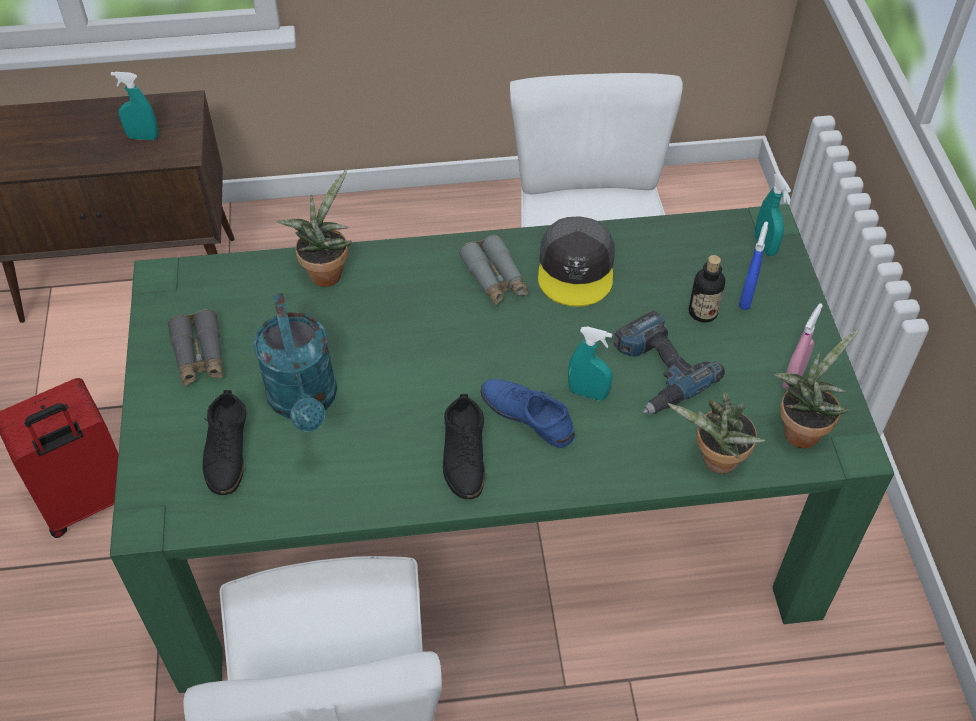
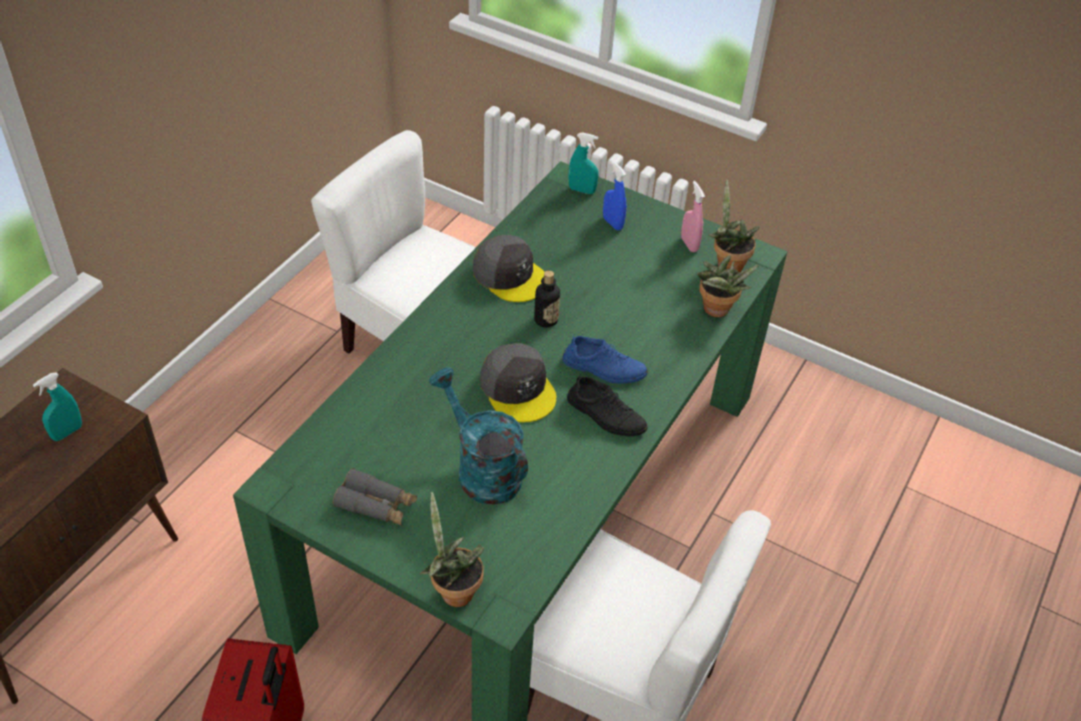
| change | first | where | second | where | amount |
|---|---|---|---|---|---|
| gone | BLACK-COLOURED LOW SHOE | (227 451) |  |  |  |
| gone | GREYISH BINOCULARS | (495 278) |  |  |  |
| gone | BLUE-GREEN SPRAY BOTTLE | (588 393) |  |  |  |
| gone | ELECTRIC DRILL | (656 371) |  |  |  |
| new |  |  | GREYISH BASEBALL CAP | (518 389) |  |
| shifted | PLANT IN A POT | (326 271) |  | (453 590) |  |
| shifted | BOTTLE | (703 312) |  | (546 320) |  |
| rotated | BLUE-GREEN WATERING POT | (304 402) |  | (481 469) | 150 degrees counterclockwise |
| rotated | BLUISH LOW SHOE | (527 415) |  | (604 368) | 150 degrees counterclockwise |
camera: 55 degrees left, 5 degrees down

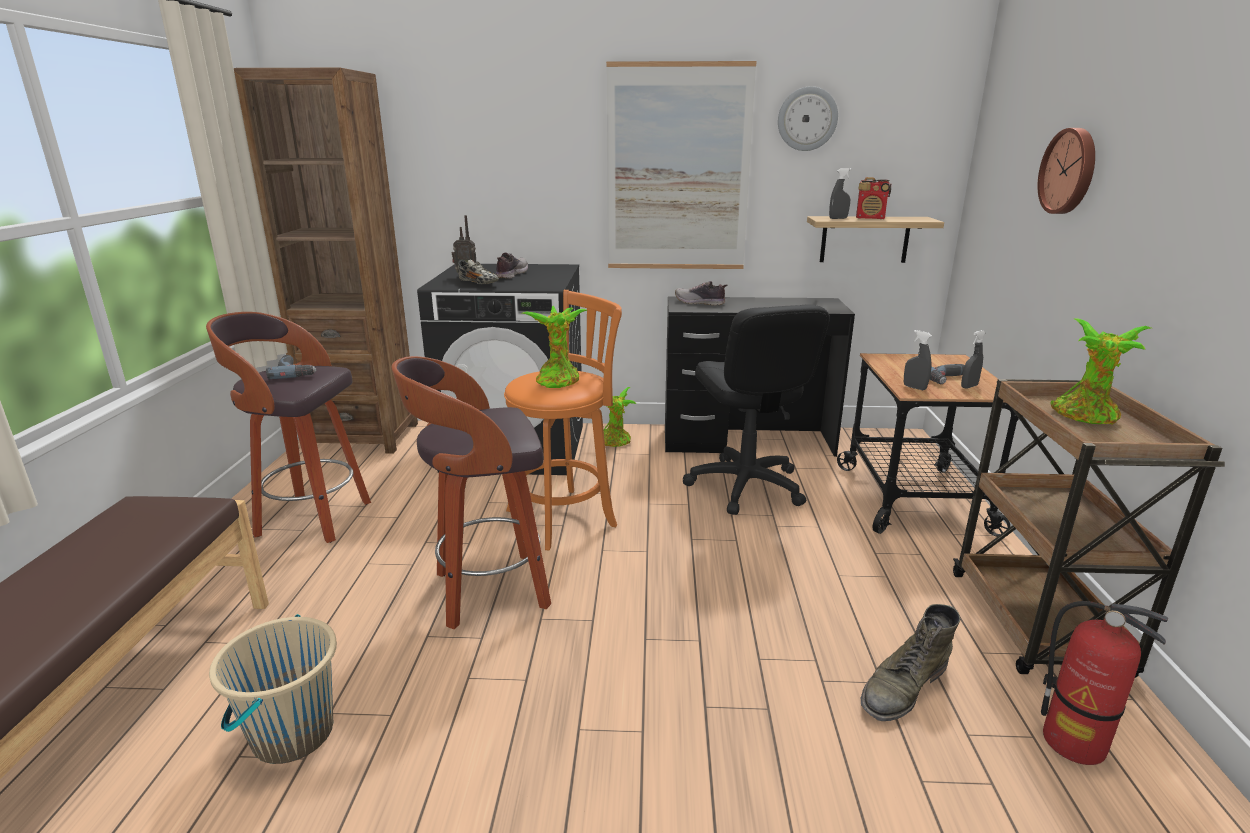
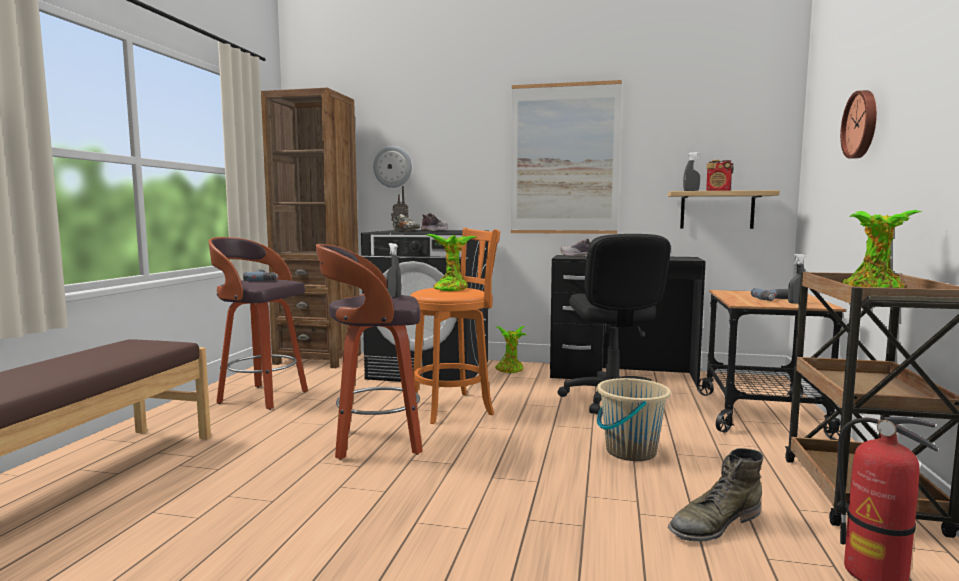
| change | first | where | second | where | amount |
|---|---|---|---|---|---|
| shifted | SAND-COLOURED PAIL | (292 734) |  | (630 451) |  |
| shifted | CLOCK ON THE WALL | (807 119) |  | (393 167) |  |
| shifted | GREYISH SPRAY BOTTLE | (914 387) |  | (394 296) |  |
camera: 10 degrees right, 15 degrees down

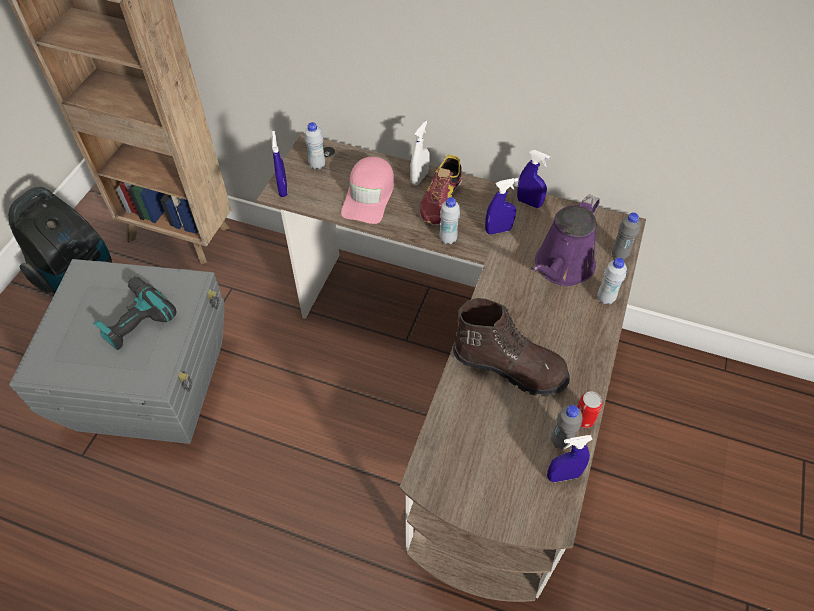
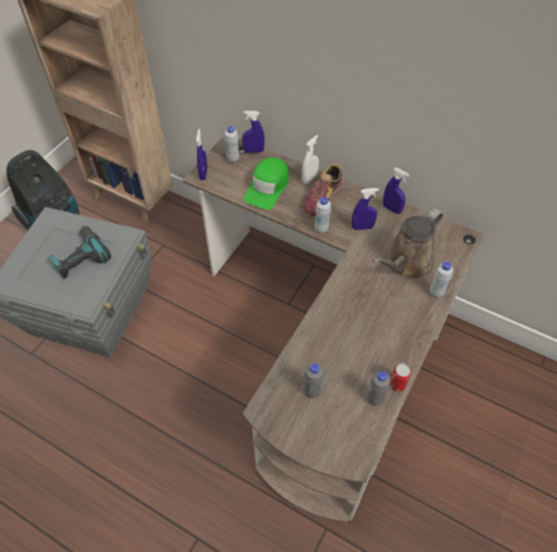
| change | first | where | second | where | amount |
|---|---|---|---|---|---|
| gone | BROWN TALL BOOT | (509 366) |  |  |  |
| shifted | BLUISH SPRAY BOTTLE | (563 476) |  | (253 151) |  |
| shifted | GREYISH BOTTLE | (619 254) |  | (312 391) |  |
| repainted | PINKISH BASEBALL CAP | (369 195) | GREEN BASEBALL CAP | (267 187) |  |
| repainted | PURPLE-COLOURED WATERING POT | (561 267) | BROWN WATERING POT | (406 263) |  |
camera: 10 degrees right, 0 degrees up

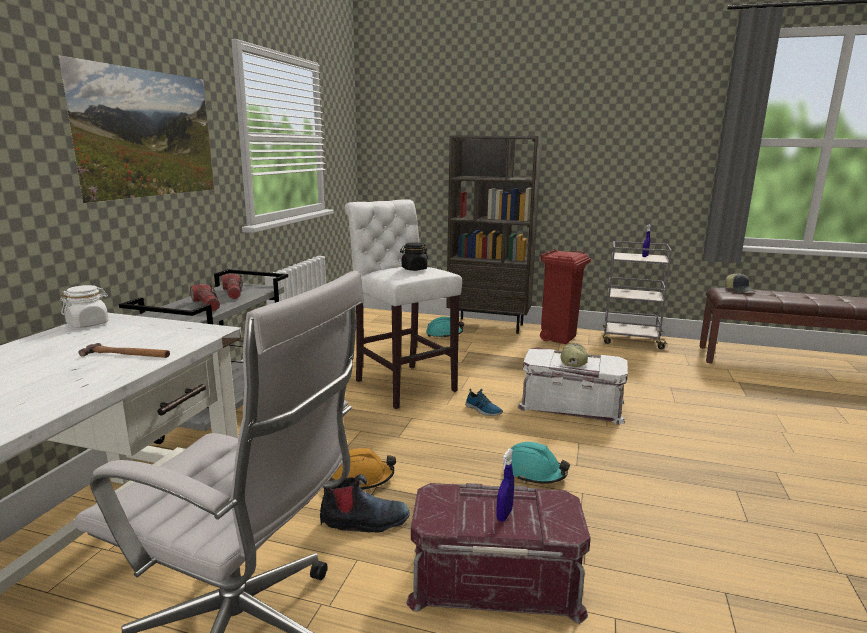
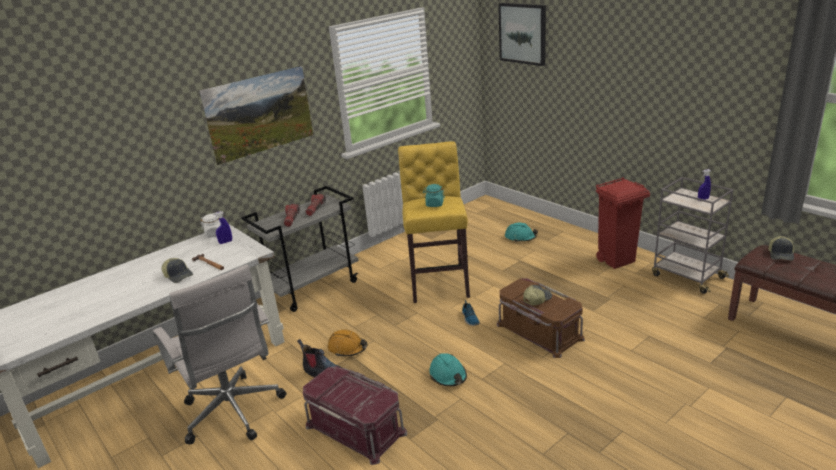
| change | first | where | second | where | amount |
|---|---|---|---|---|---|
| gone | BROWN BOOKCASE | (489 325) |  |  |  |
| new |  |  | BASEBALL CAP | (178 275) |  |
| new |  |  | WALL ART | (523 33) |  |
| shifted | BLUISH SPRAY BOTTLE | (504 515) |  | (225 242) |  |
| repainted | WHITISH STOOL SEAT | (402 384) | YELLOW-COLOURED STOOL SEAT | (439 282) |  |
| repainted | BLACK-COLOURED JAR | (414 269) | BLUE-GREEN JAR | (434 204) |  |
| repainted | WHITISH STORAGE BIN | (571 406) | BROWN STORAGE BIN | (538 332) |  |
camera: 35 degrees right, 10 degrees up

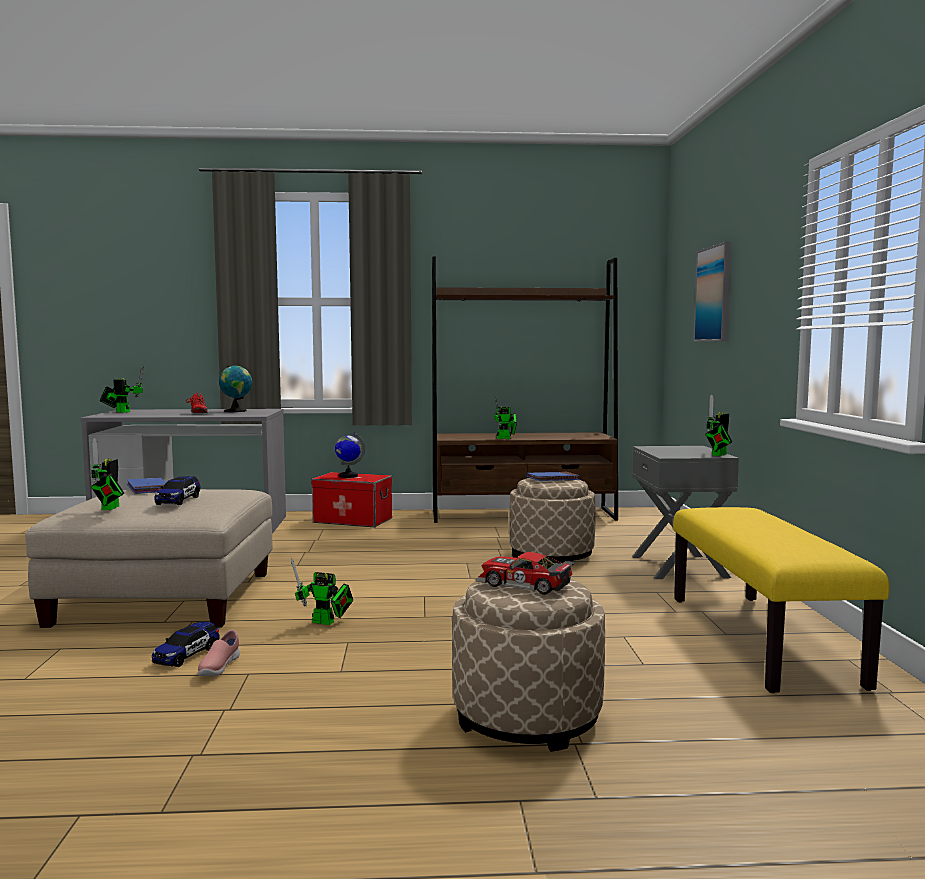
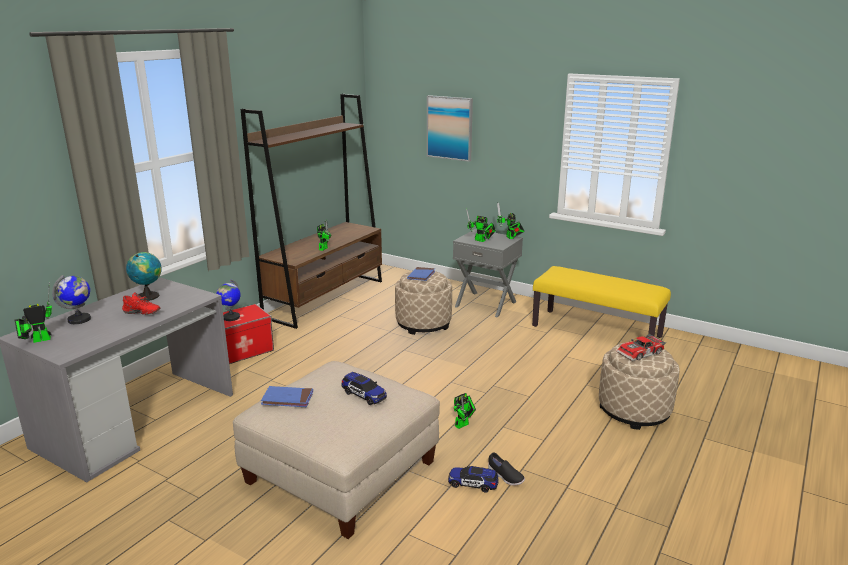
| change | first | where | second | where | amount |
|---|---|---|---|---|---|
| new |  |  | WORLD GLOBE | (79 320) |  |
| shifted | MODEL ROBOT | (108 508) |  | (481 240) |  |
| repainted | PINKISH LOW SHOE | (218 668) | BLACK-COLOURED LOW SHOE | (505 477) |  |
| rotated | TOY CAR | (186 655) |  | (473 484) | 135 degrees clockwise |
camera: 55 degrees left, 15 degrees up

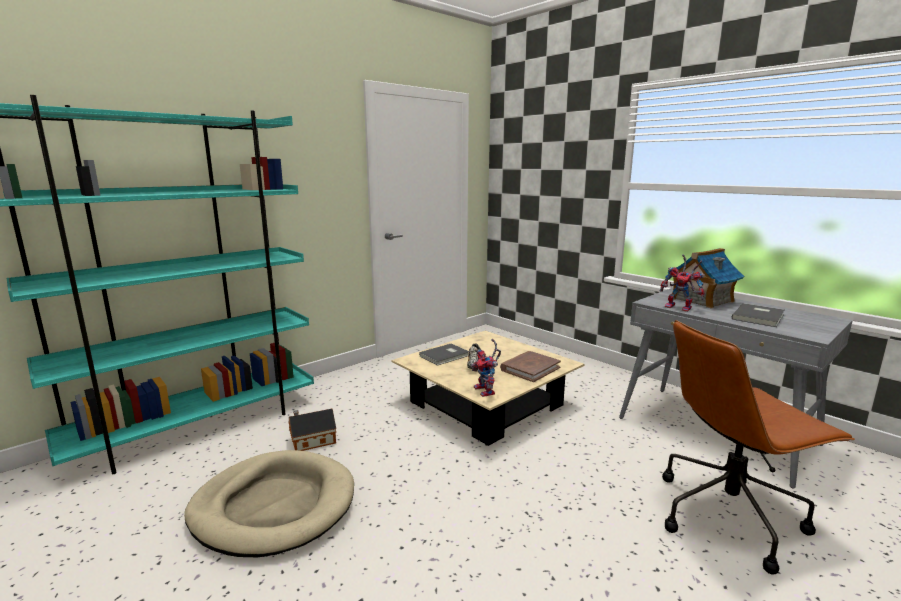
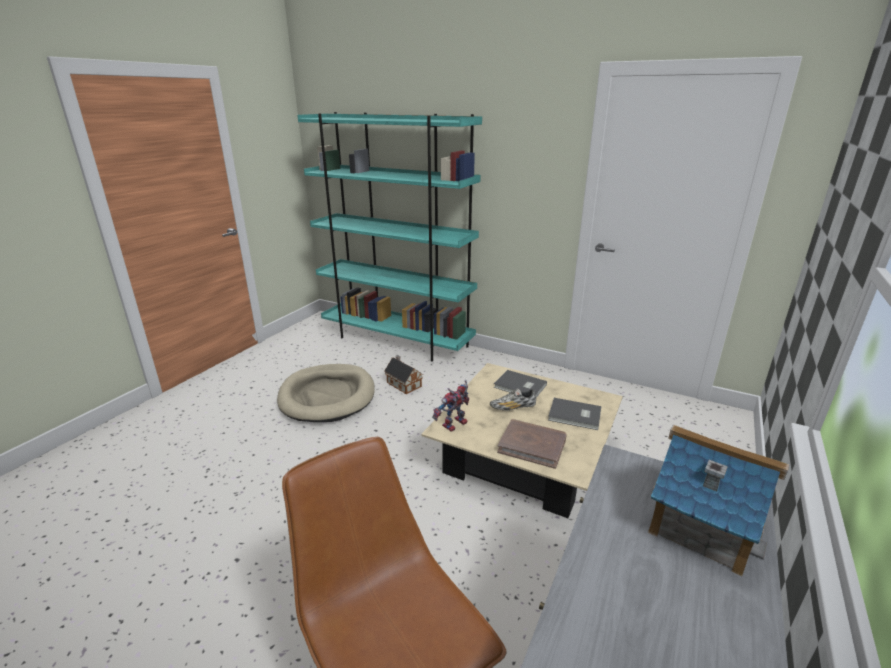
| change | first | where | second | where | amount |
|---|---|---|---|---|---|
| gone | MODEL ROBOT | (681 308) |  |  |  |
| shifted | GREYISH BOUND BOOK | (759 317) |  | (575 416) |  |
camera: 70 degrees right, 10 degrees up

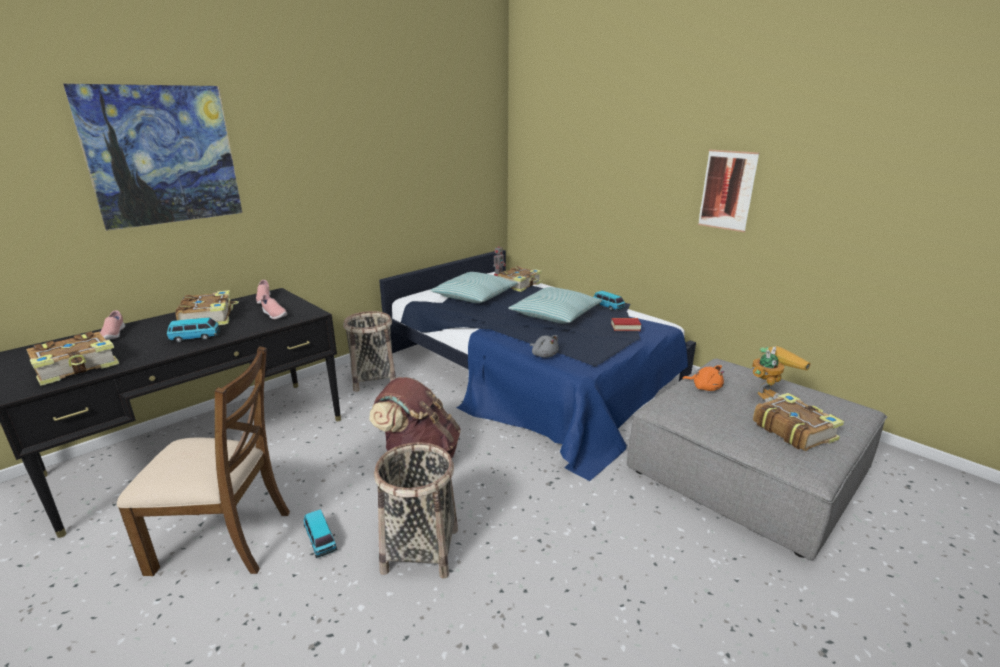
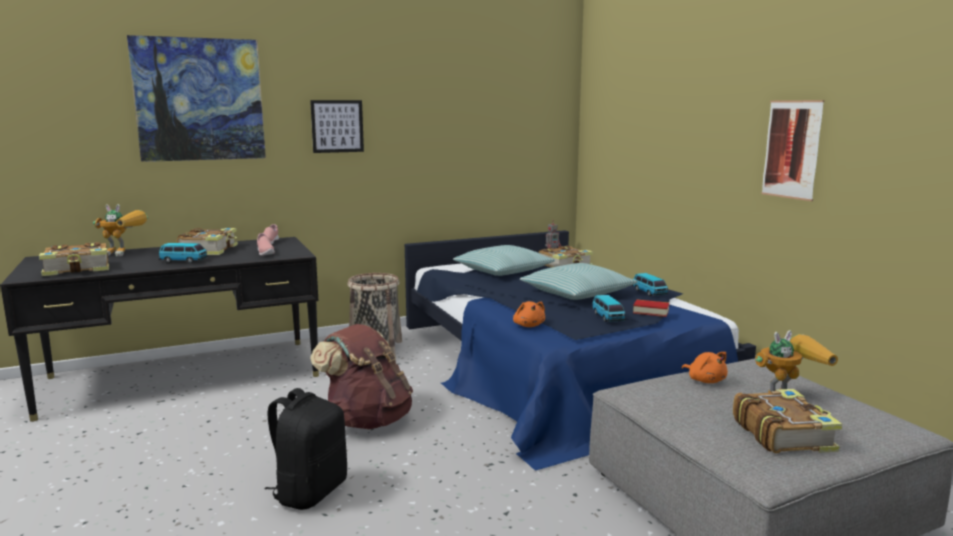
| change | first | where | second | where | amount |
|---|---|---|---|---|---|
| gone | BROWN UPRIGHT CHAIR | (224 540) |  |  |  |
| new |  |  | WALL ART | (337 126) |  |
| shifted | TOY CAR | (320 540) |  | (608 317) |  |
| swapped | PINKISH LOW SHOE | (113 335) | MODEL ROBOT | (125 254) |  |
| swapped | BASKET | (420 549) | BLACK-COLOURED RUCKSACK | (310 491) |  |
| repainted | GREYISH PLUSH TOY | (544 355) | ORANGE PLUSH TOY | (528 325) |  |
camera: 20 degrees right, 10 degrees down

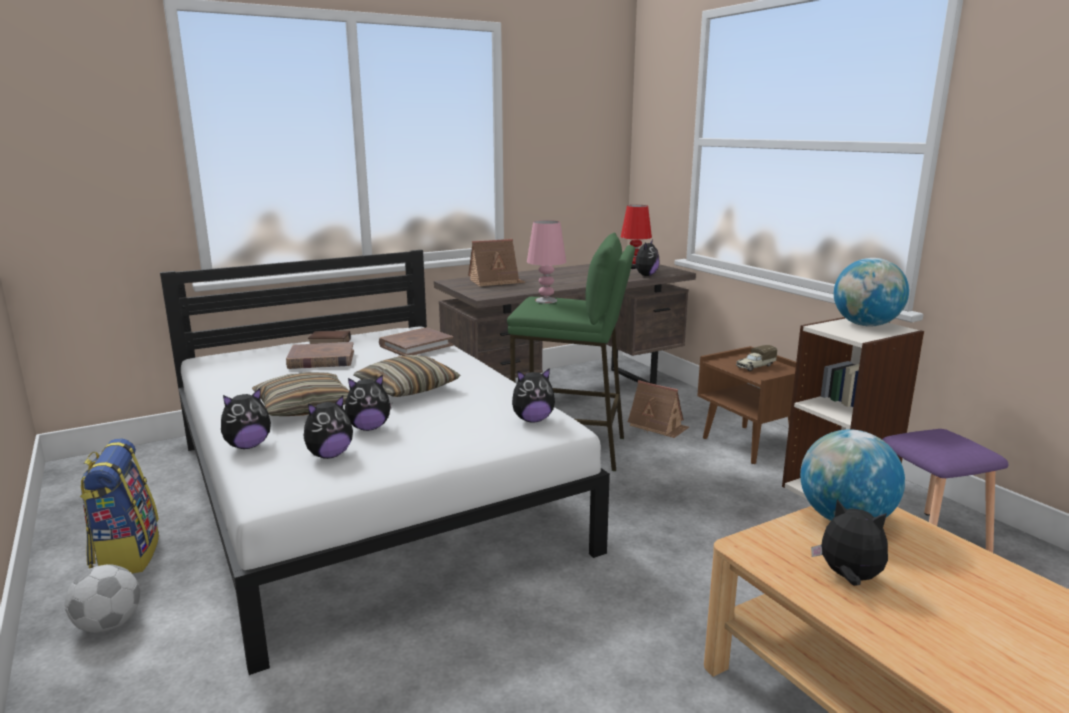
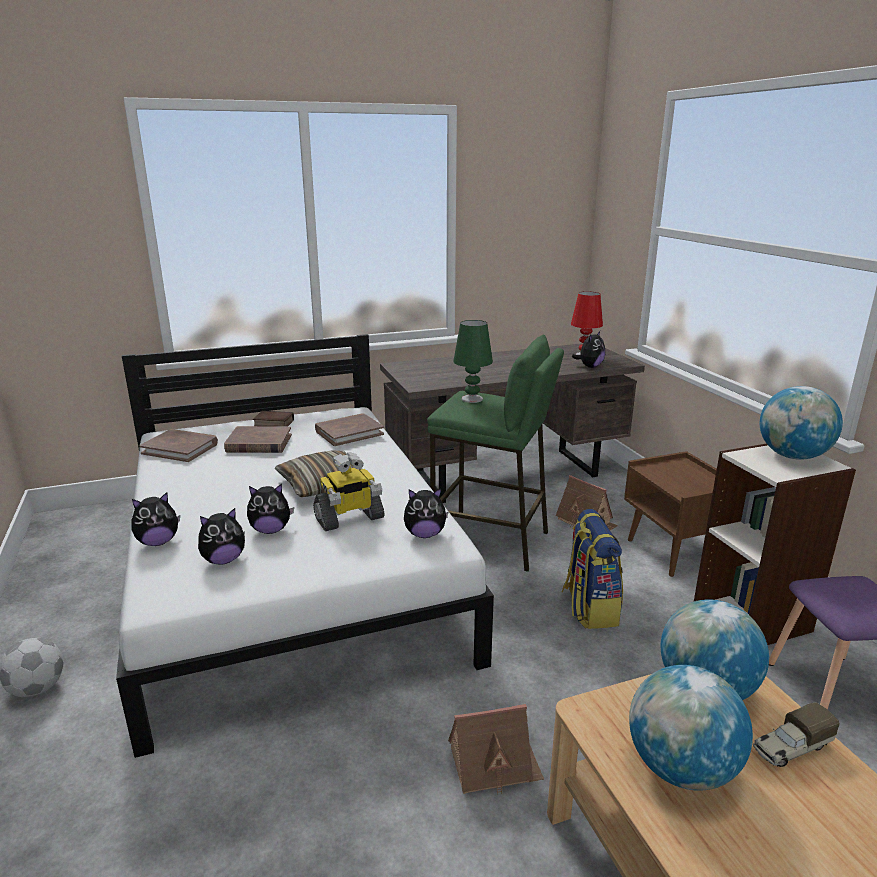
| change | first | where | second | where | amount |
|---|---|---|---|---|---|
| gone | PILLOW | (305 407) |  |  |  |
| new |  |  | BROWN BOUND BOOK | (180 448) |  |
| new |  |  | MODEL ROBOT | (349 518) |  |
| shifted | RUCKSACK | (126 555) |  | (589 608) |  |
| shifted | MINIATURE HOUSE | (496 281) |  | (494 764) |  |
| shifted | TOY LORRY | (755 367) |  | (790 748) |  |
| swapped | PLUSH TOY | (848 578) | WORLD GLOBE | (681 768) |  |
| repainted | PINKISH TABLE LAMP | (546 301) | GREEN TABLE LAMP | (472 399) |  |
camera: 10 degrees right, 5 degrees up

